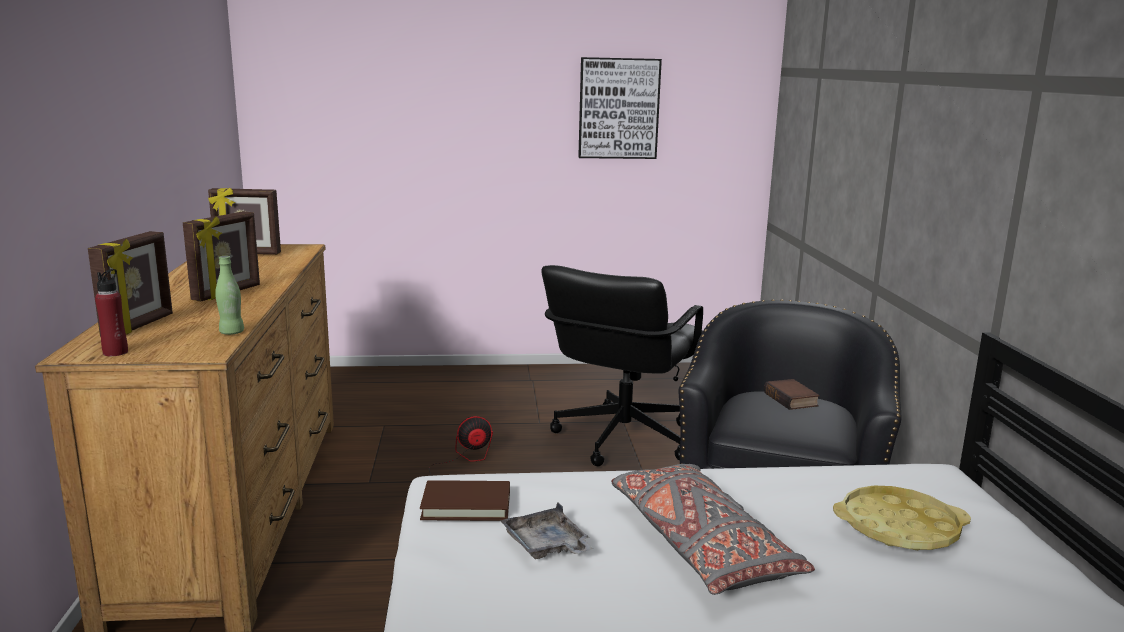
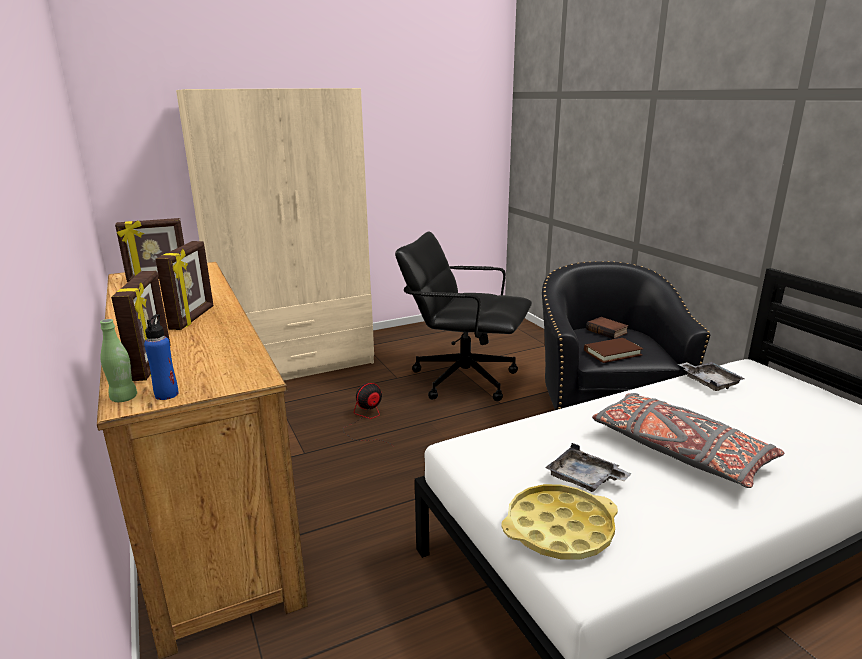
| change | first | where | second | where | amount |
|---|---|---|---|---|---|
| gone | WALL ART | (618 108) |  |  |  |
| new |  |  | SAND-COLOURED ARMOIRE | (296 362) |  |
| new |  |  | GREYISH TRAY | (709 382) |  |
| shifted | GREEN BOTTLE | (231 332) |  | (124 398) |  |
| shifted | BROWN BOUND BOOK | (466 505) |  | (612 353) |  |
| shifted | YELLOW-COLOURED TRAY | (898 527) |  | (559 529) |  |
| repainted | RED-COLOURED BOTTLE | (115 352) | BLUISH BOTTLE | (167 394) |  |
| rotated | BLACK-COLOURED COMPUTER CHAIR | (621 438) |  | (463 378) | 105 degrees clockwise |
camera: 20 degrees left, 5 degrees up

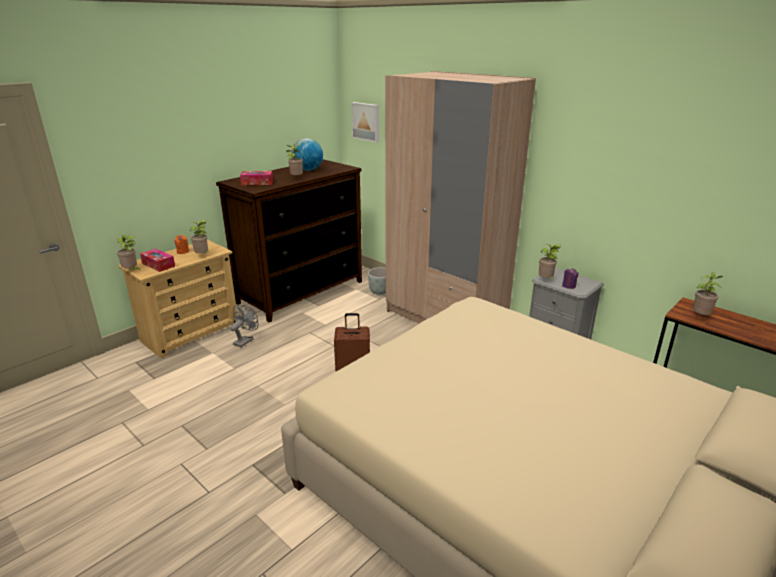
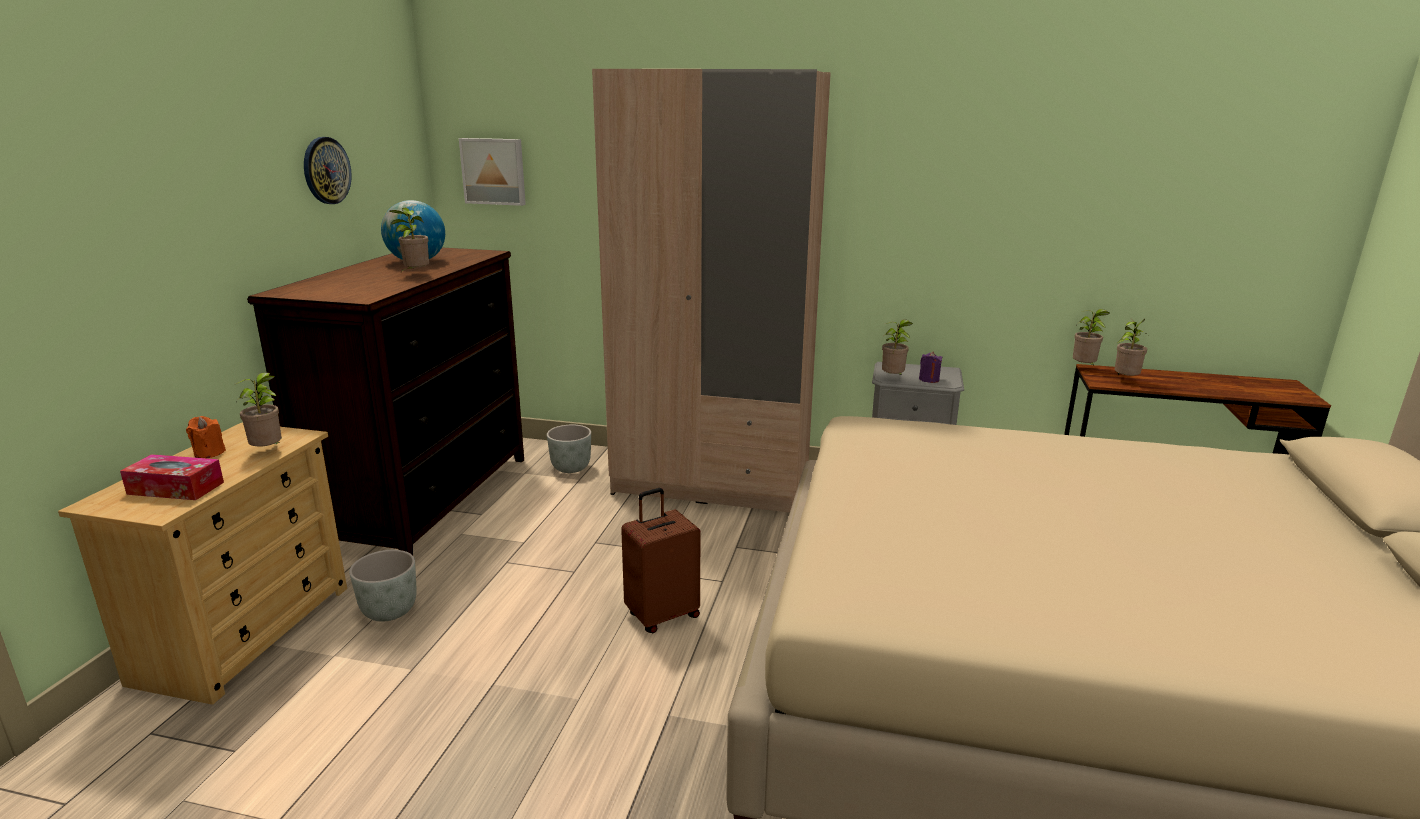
| change | first | where | second | where | amount |
|---|---|---|---|---|---|
| gone | TISSUE HOLDER | (257 183) |  |  |  |
| new |  |  | CLOCK ON THE WALL | (326 170) |  |
| shifted | PLANT IN A POT | (131 271) |  | (1084 368) |  |
| swapped | GREYISH COOLING FAN | (245 340) | GREYISH PLANT POT | (388 612) |  |
camera: 30 degrees left, 5 degrees down

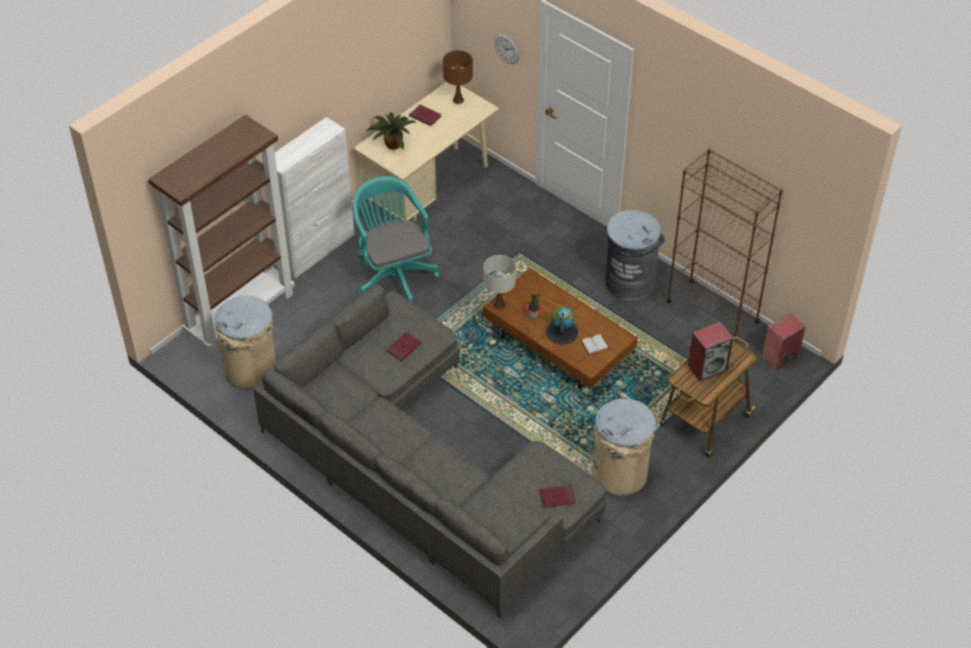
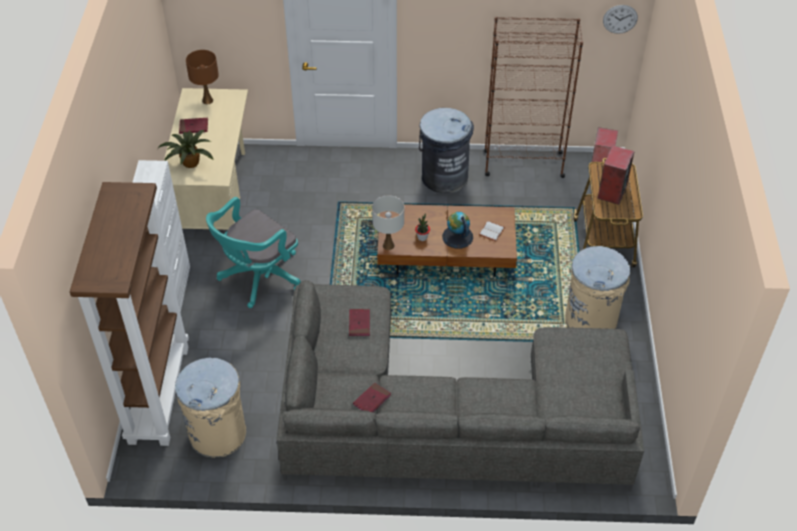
| change | first | where | second | where | amount |
|---|---|---|---|---|---|
| shifted | CLOCK ON THE WALL | (506 49) |  | (620 19) |  |
| shifted | RED-COLOURED BOUND BOOK | (557 497) |  | (372 400) |  |
| rotated | BLUE-GREEN COMPUTER CHAIR | (393 274) |  | (257 278) | 75 degrees counterclockwise |
camera: 40 degrees left, 0 degrees up

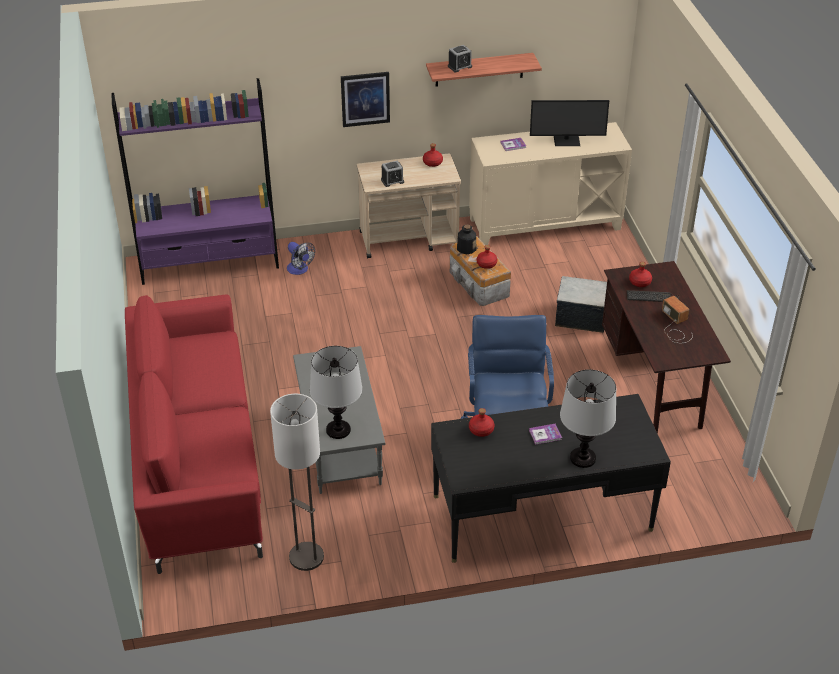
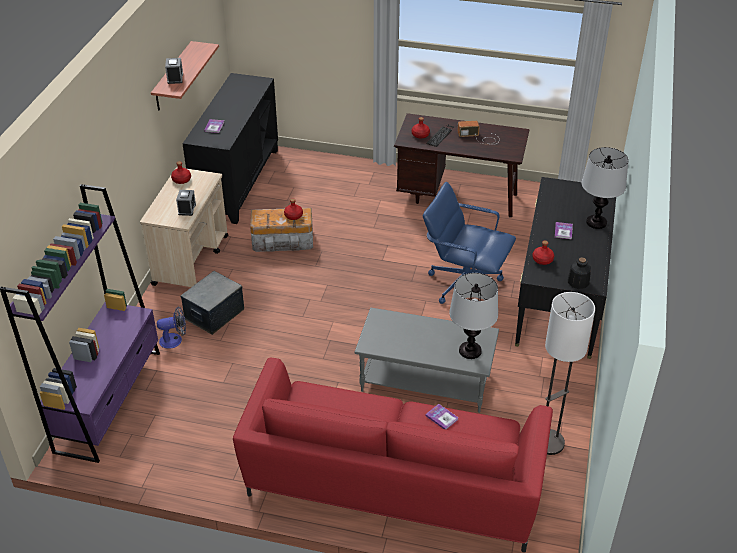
| change | first | where | second | where | amount |
|---|---|---|---|---|---|
| gone | WALL ART | (365 99) |  |  |  |
| gone | COMPUTER SCREEN | (566 140) |  |  |  |
| new |  |  | BOUND BOOK | (441 417) |  |
| shifted | BOTTLE | (466 248) |  | (578 282) |  |
| shifted | STORAGE BIN | (581 317) |  | (214 314) |  |
| repainted | SAND-COLOURED CUPBOARD | (544 223) | BLACK-COLOURED CUPBOARD | (237 182) |  |
camera: 65 degrees left, 0 degrees up

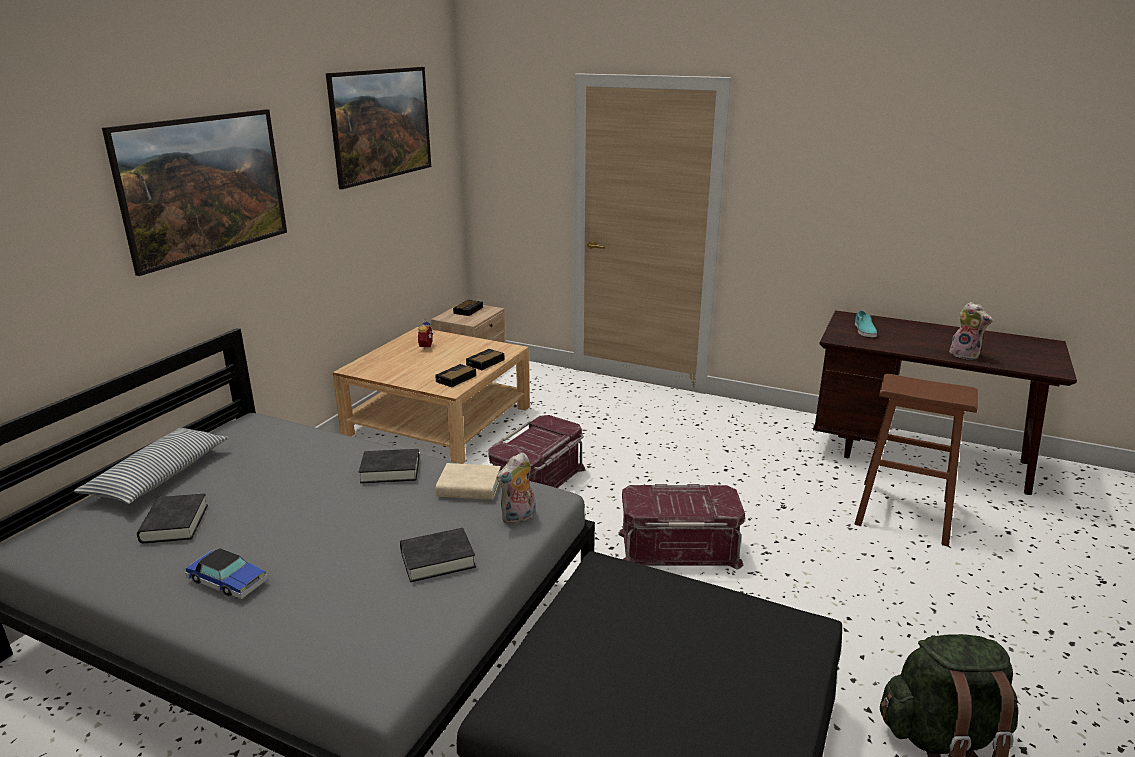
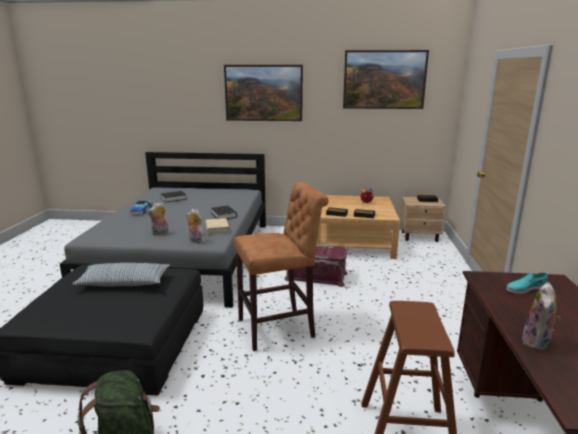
| change | first | where | second | where | amount |
|---|---|---|---|---|---|
| shifted | PILLOW | (159 476) |  | (124 283) |  |
| swapped | BLACK-COLOURED BOUND BOOK | (437 559) | PLUSH TOY | (160 234) |  |
| swapped | RED-COLOURED STORAGE BIN | (678 547) | BROWN STOOL SEAT | (280 328) |  |
camera: 70 degrees right, 5 degrees down

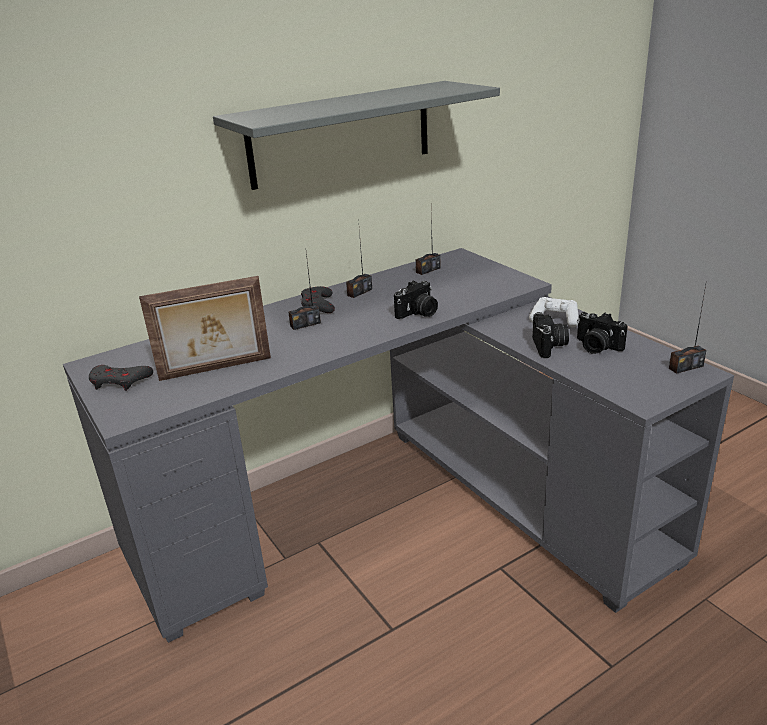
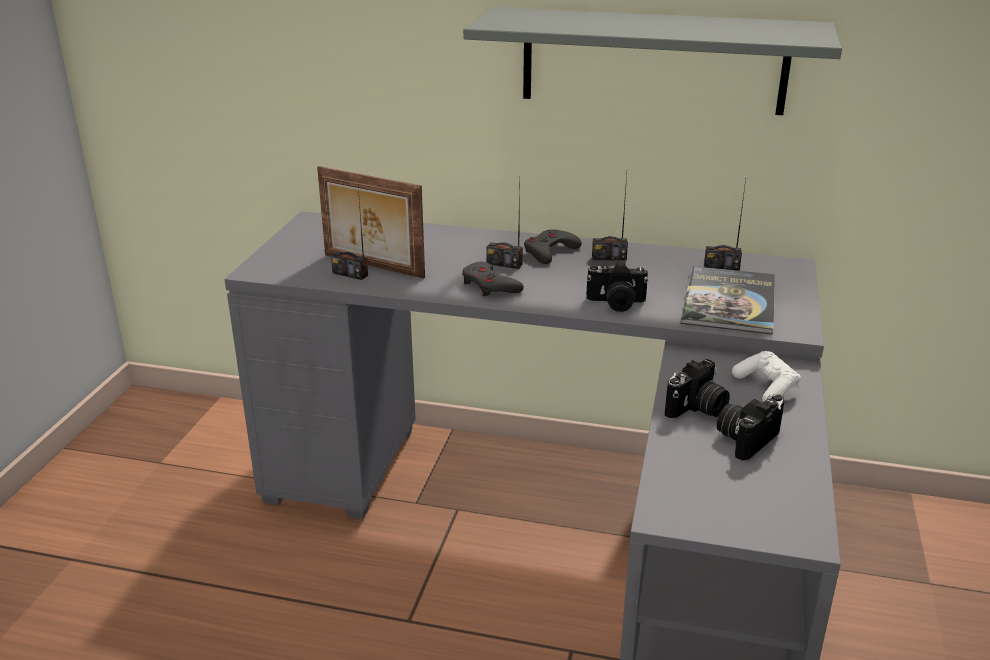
| change | first | where | second | where | amount |
|---|---|---|---|---|---|
| new |  |  | BOUND BOOK | (729 301) |  |
| shifted | GREYISH GAME CONTROLLER | (120 381) |  | (490 286) |  |
| shifted | RADIO RECEIVER | (685 367) |  | (350 274) |  |
| rotated | PHOTO CAMERA | (596 347) |  | (746 438) | 45 degrees clockwise |
camera: 45 degrees right, 0 degrees up

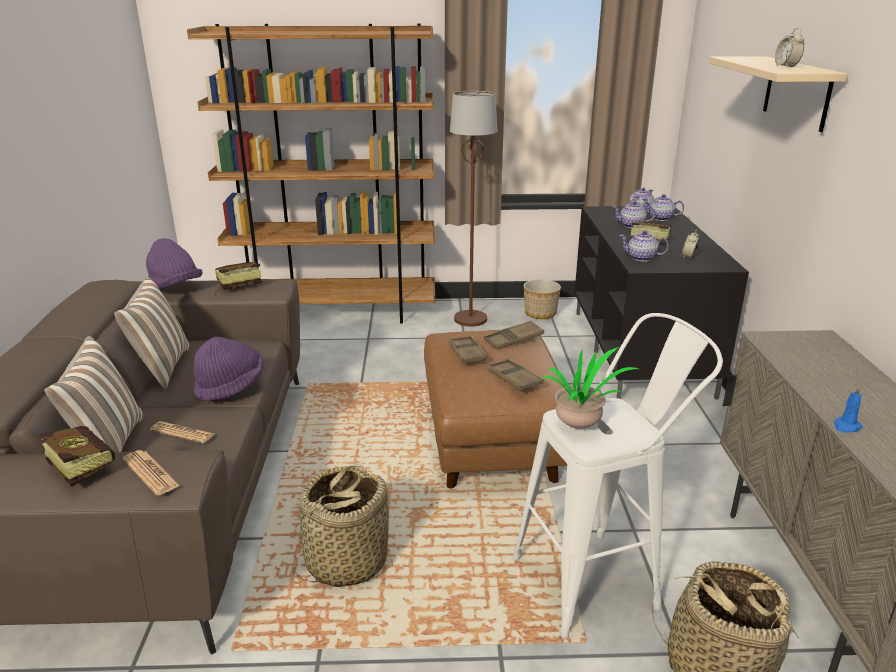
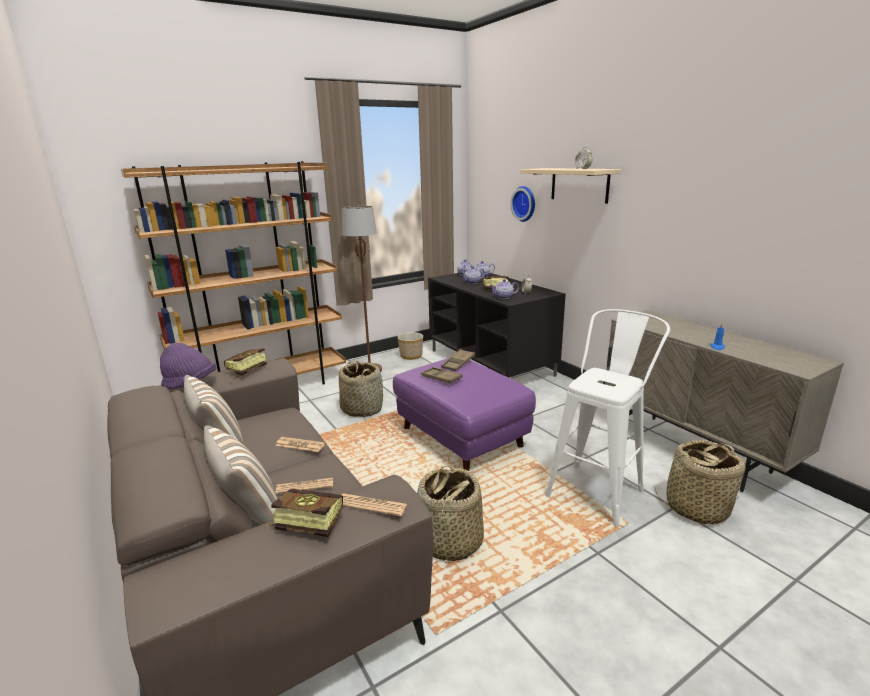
| change | first | where | second | where | amount |
|---|---|---|---|---|---|
| gone | BROWN TRAY | (514 379) |  |  |  |
| gone | PLANT IN A POT | (581 426) |  |  |  |
| new |  |  | BASKET | (362 409) |  |
| new |  |  | CLOCK ON THE WALL | (525 203) |  |
| swapped | PURPLE-COLOURED HAT | (230 386) | DAILY PAPER | (300 445) |  |
| repainted | BROWN OTTOMAN | (492 441) | PURPLE-COLOURED OTTOMAN | (462 436) |  |
camera: 30 degrees left, 5 degrees down

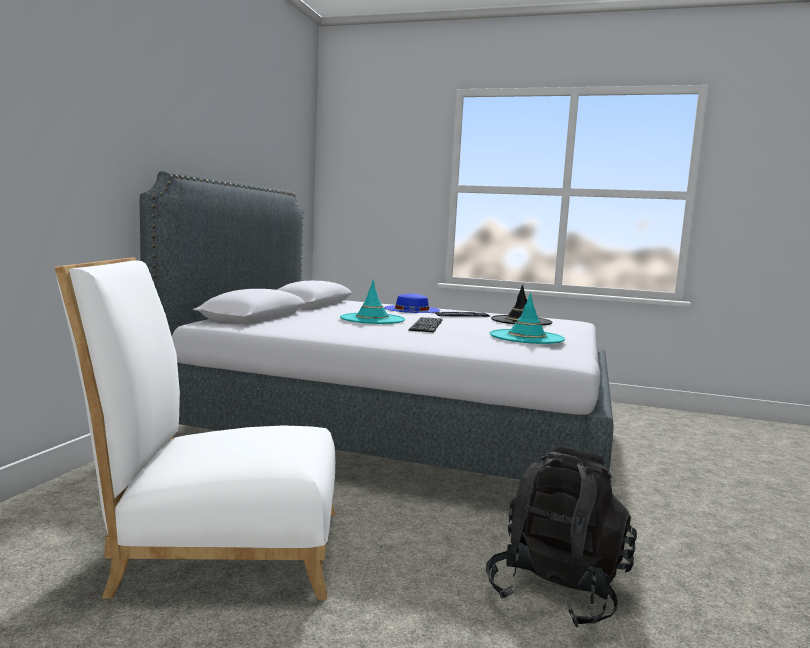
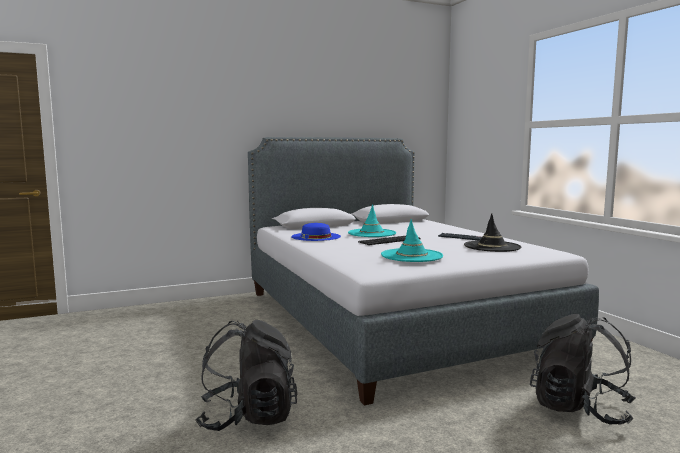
| change | first | where | second | where | amount |
|---|---|---|---|---|---|
| gone | WHITISH UPRIGHT CHAIR | (217 548) |  |  |  |
| new |  |  | BLACK-COLOURED RUCKSACK | (579 409) |  |
| shifted | BLUISH HAT | (412 309) |  | (316 236) |  |
camera: 50 degrees right, 0 degrees up

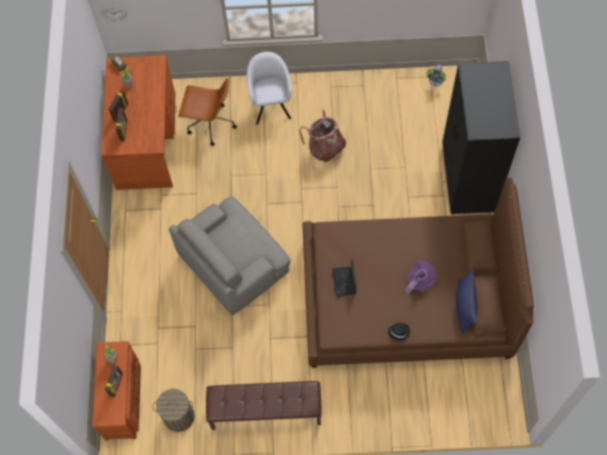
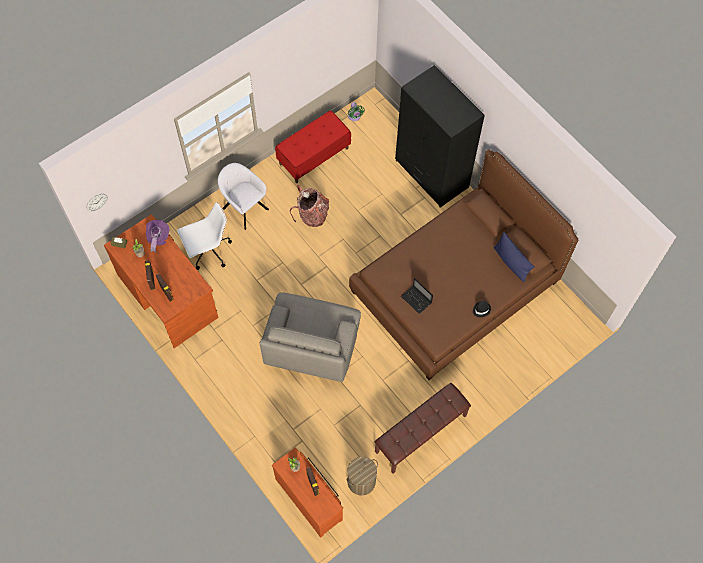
| change | first | where | second | where | amount |
|---|---|---|---|---|---|
| new |  |  | RED-COLOURED LONG SEAT | (314 156) |  |
| shifted | PURPLE-COLOURED HAT | (419 281) |  | (158 238) |  |
| repainted | BROWN COMPUTER CHAIR | (210 124) | WHITISH COMPUTER CHAIR | (208 251) |  |
camera: 40 degrees left, 0 degrees up

